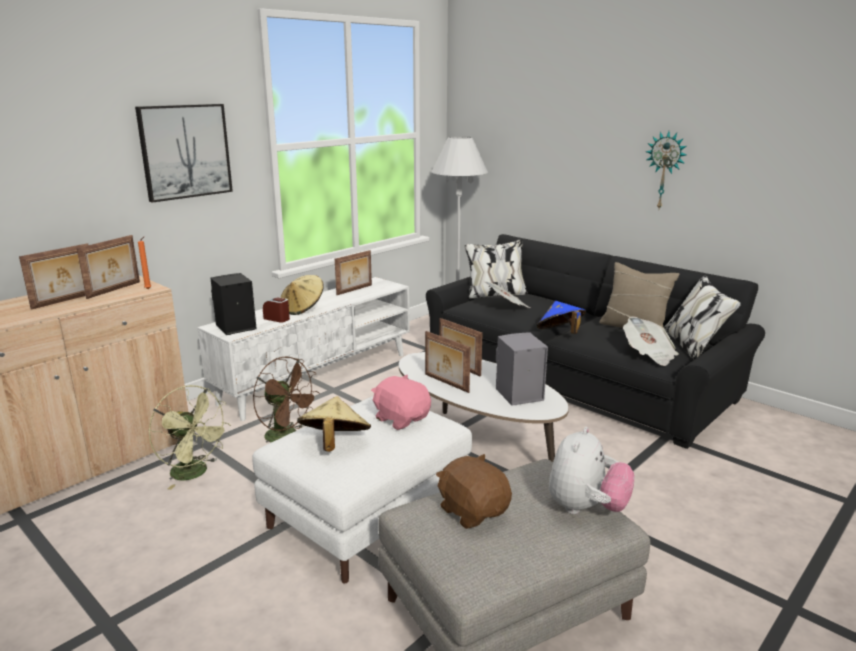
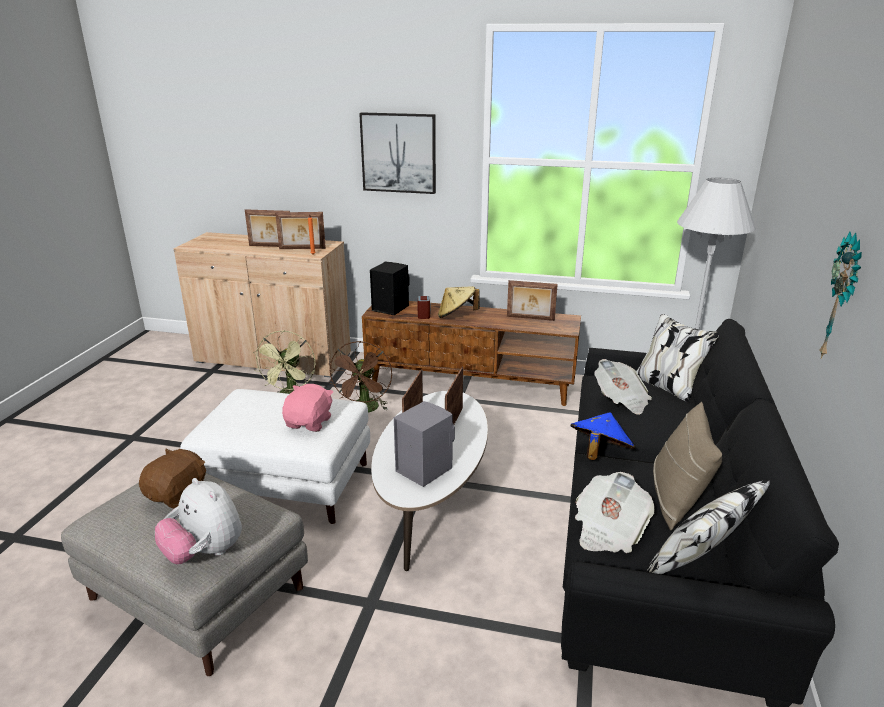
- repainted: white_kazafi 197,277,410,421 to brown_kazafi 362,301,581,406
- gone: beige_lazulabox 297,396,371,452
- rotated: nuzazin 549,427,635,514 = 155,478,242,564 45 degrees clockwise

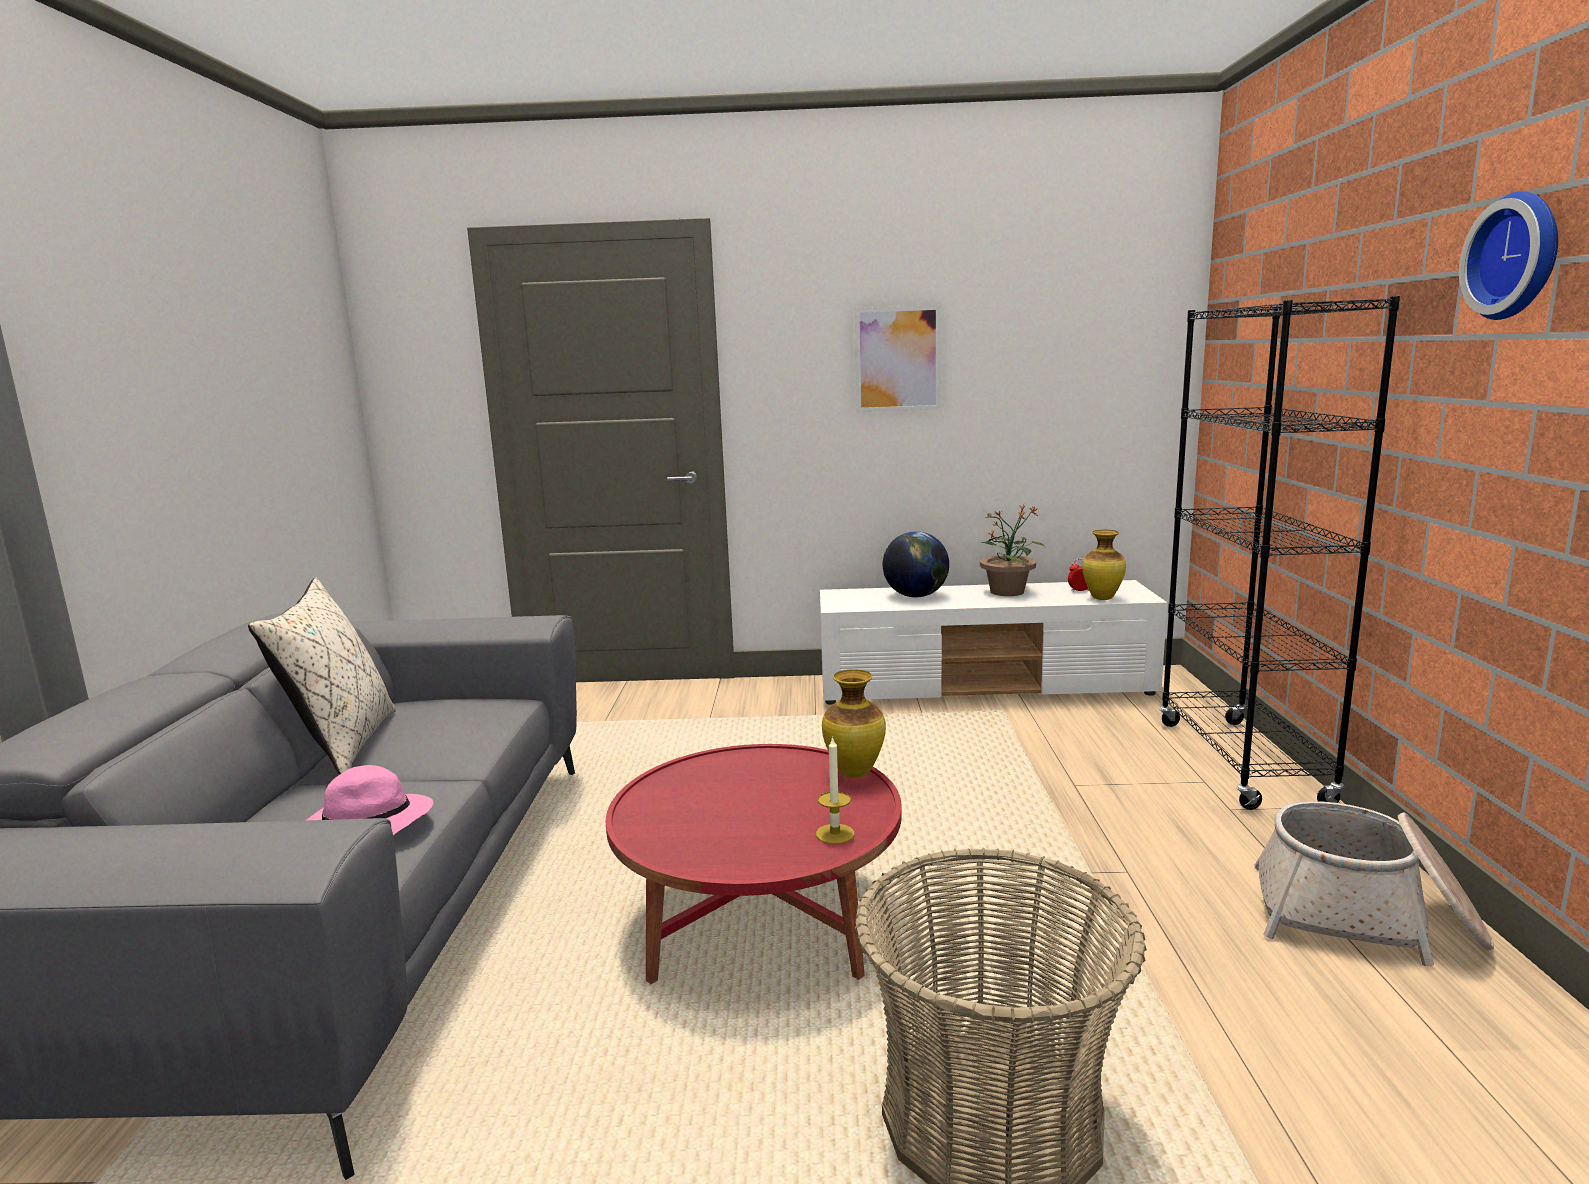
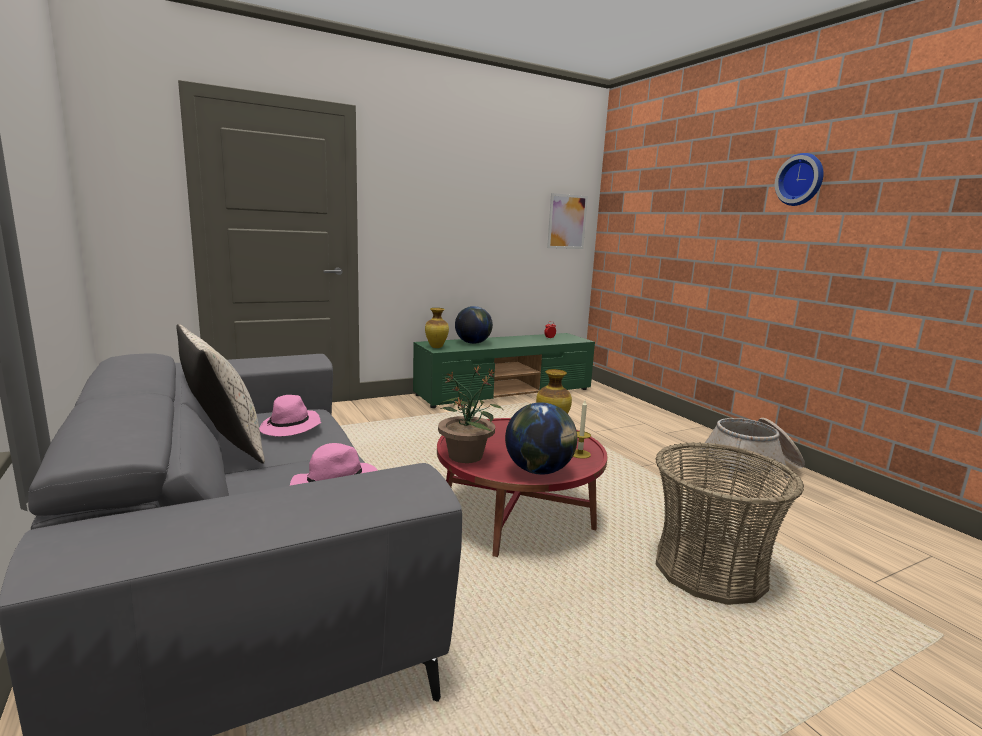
- gone: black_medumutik 1159,296,1400,810
- shifted: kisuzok 855,305,941,412 to 547,193,588,249
- shifted: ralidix 980,504,1046,596 to 438,367,504,463
- shifted: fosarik 1082,530,1126,600 to 425,308,449,348
- repainted: white_kazafi 820,580,1167,705 to green_kazafi 413,333,595,408
- new: pink_lazulabox 259,395,322,436
- new: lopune 505,402,577,475

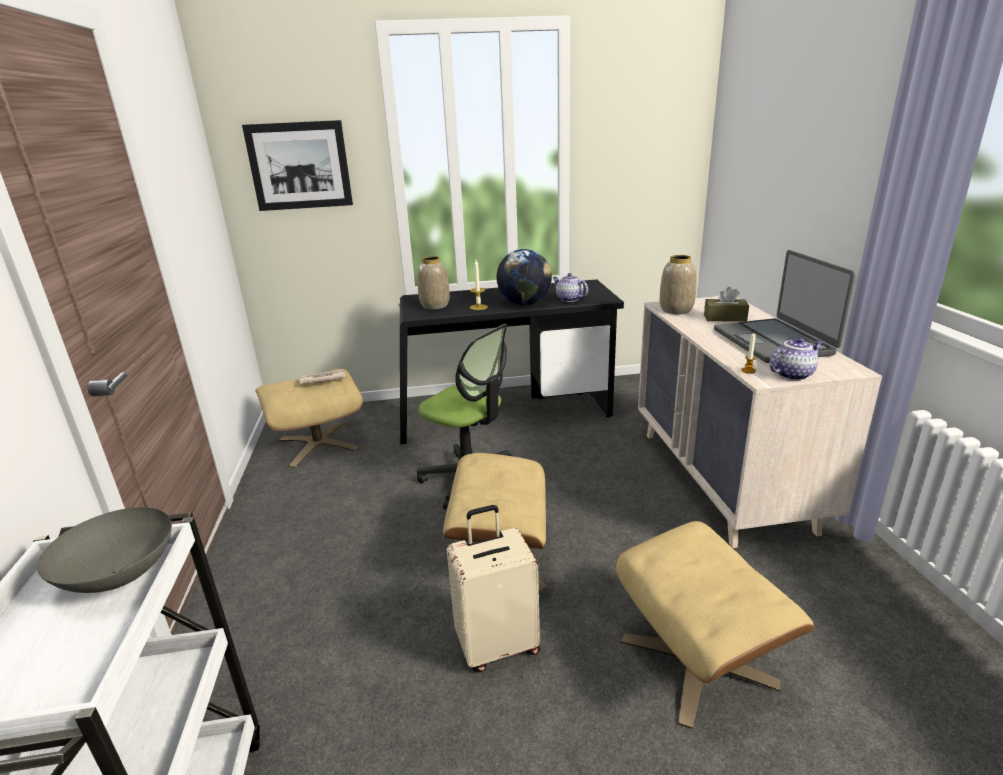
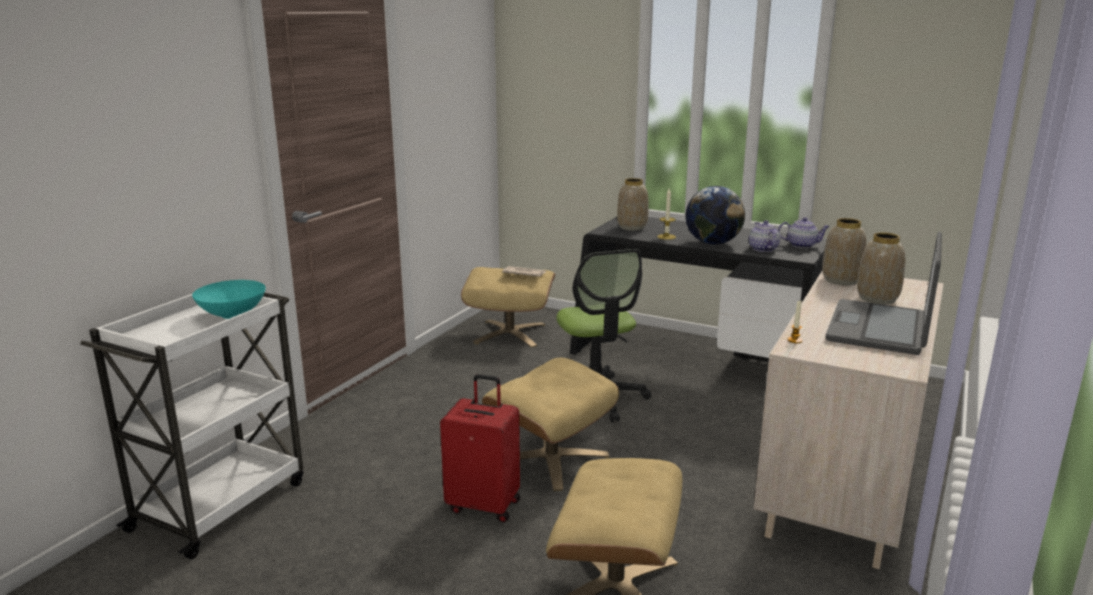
- gone: kisuzok 242,120,353,211
- swapped: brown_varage 704,287,749,322 to fosarik 857,232,905,304
- shifted: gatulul 769,337,823,380 to 778,217,830,248
- repainted: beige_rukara 447,505,540,672 to red_rukara 440,374,520,523
- repainted: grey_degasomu 37,507,172,593 to turquoise_degasomu 192,280,266,319

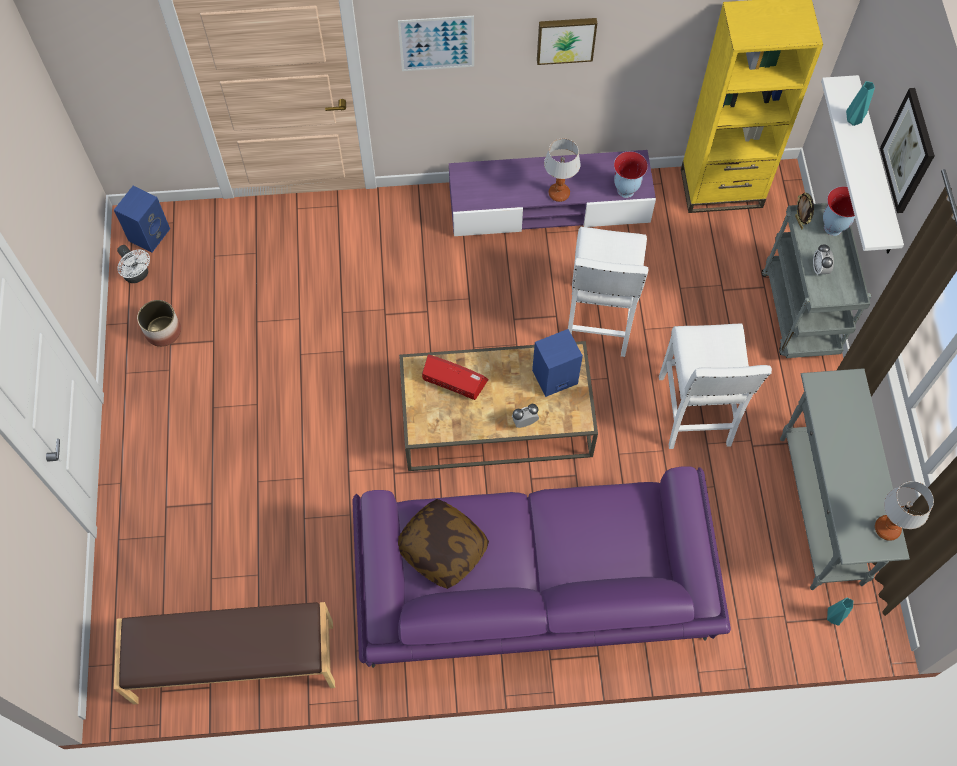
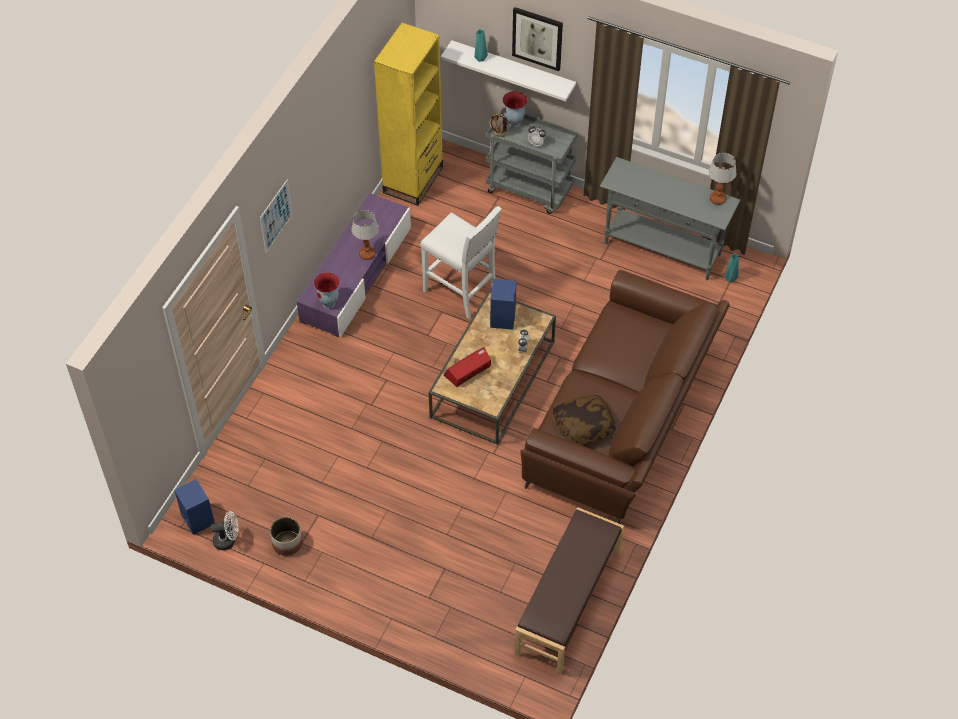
- gone: kisuzok 537,18,597,65
- shifted: fosarik 614,151,648,198 to 313,272,340,309
- gone: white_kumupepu 659,323,772,449
- repainted: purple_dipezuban 352,466,731,668 to brown_dipezuban 520,270,730,524

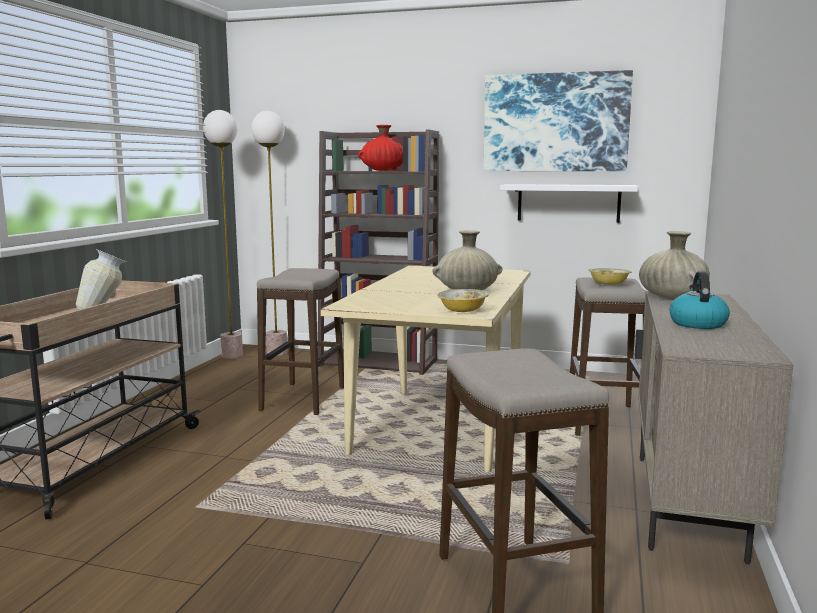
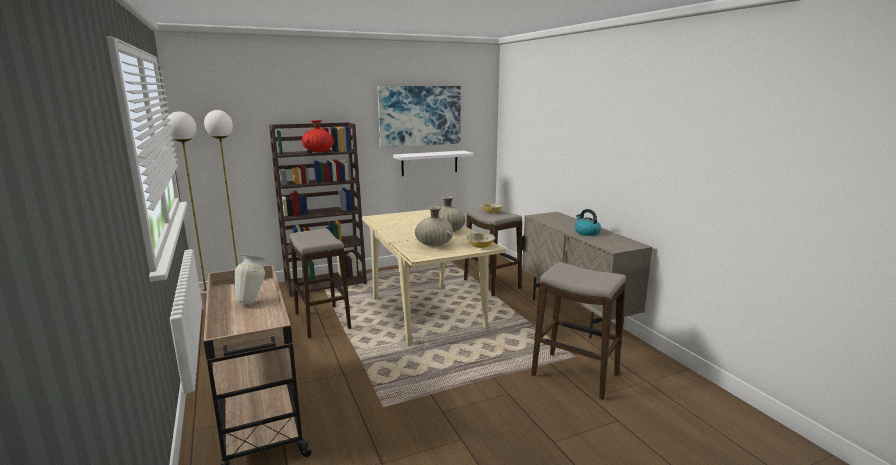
- shifted: beige_fosarik 639,231,710,300 to 415,206,453,247

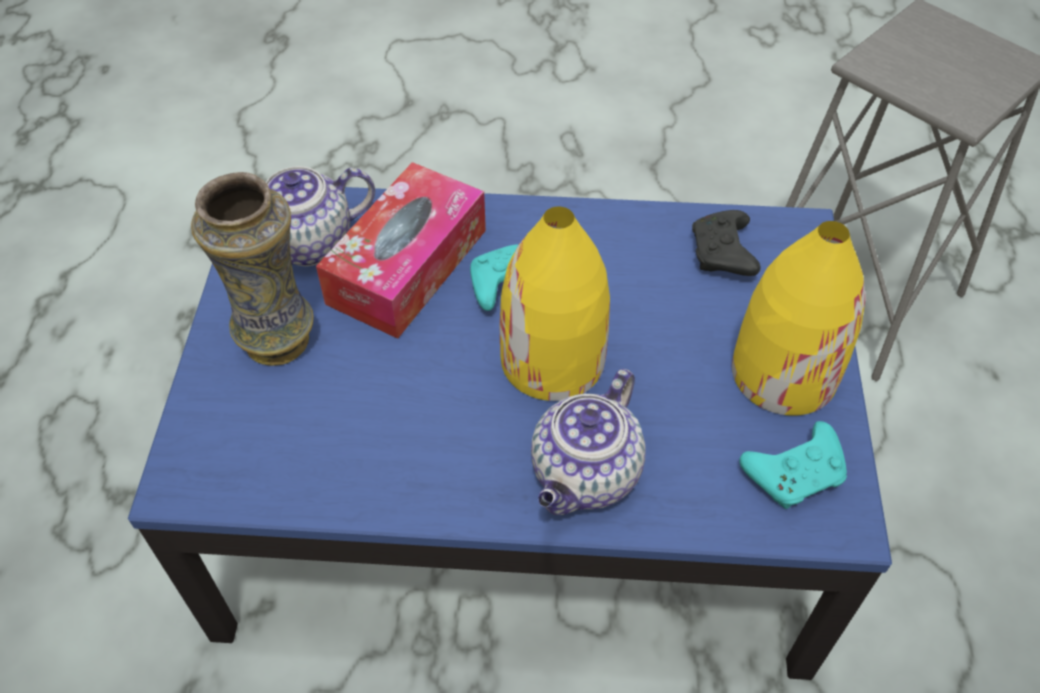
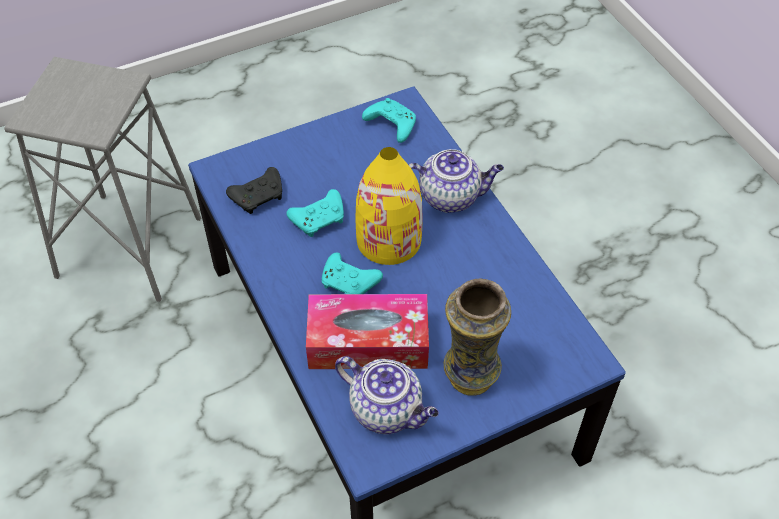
- gone: yellow_fosarik 732,221,866,416
- new: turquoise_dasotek 286,189,344,237

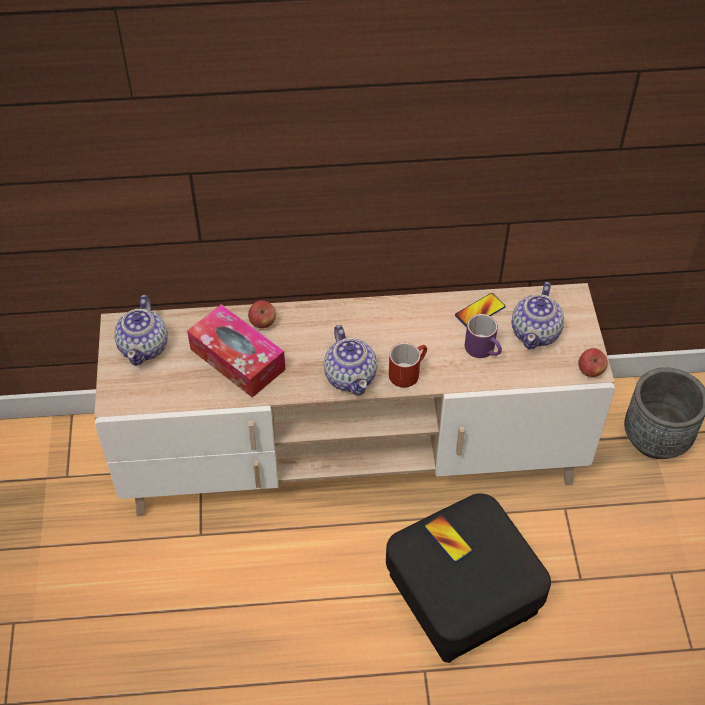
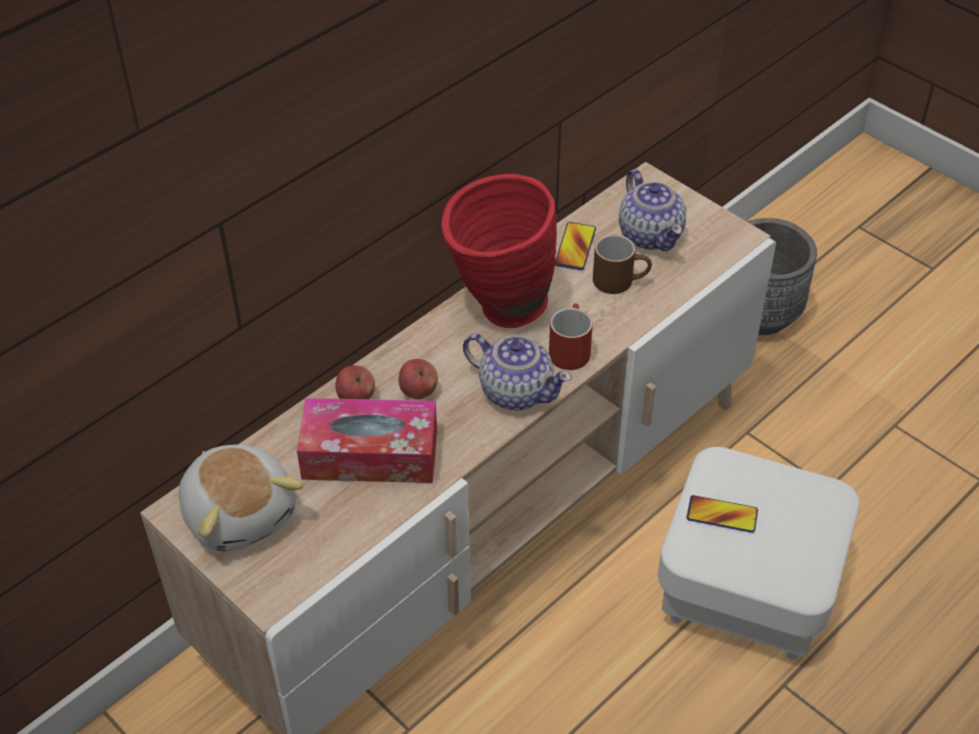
- swapped: gatulul 114,295,168,366 to nuzazin 179,445,304,552
- repainted: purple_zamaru 465,314,502,358 to brown_zamaru 593,235,652,294
- shifted: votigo 578,348,608,377 to 399,359,438,399
- repainted: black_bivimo 386,493,551,663 to white_bivimo 658,447,860,660
- new: red_fosarik 442,174,557,328

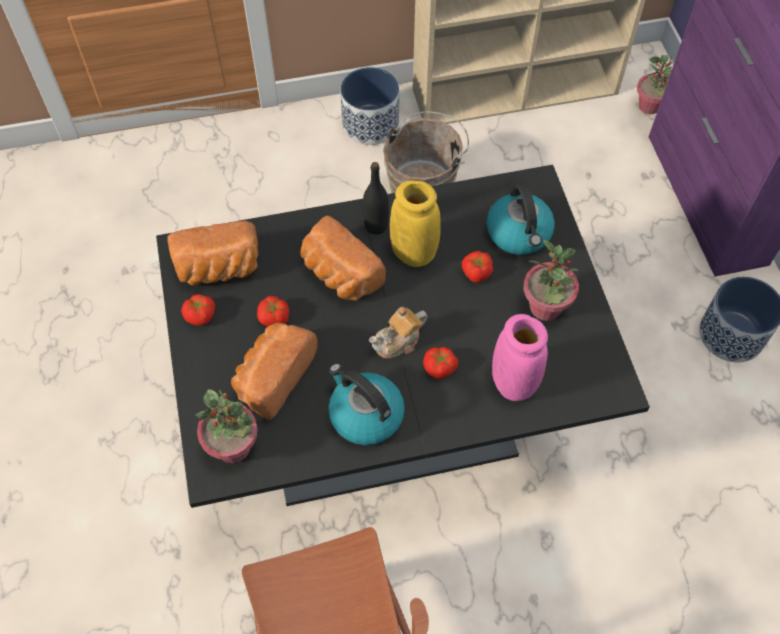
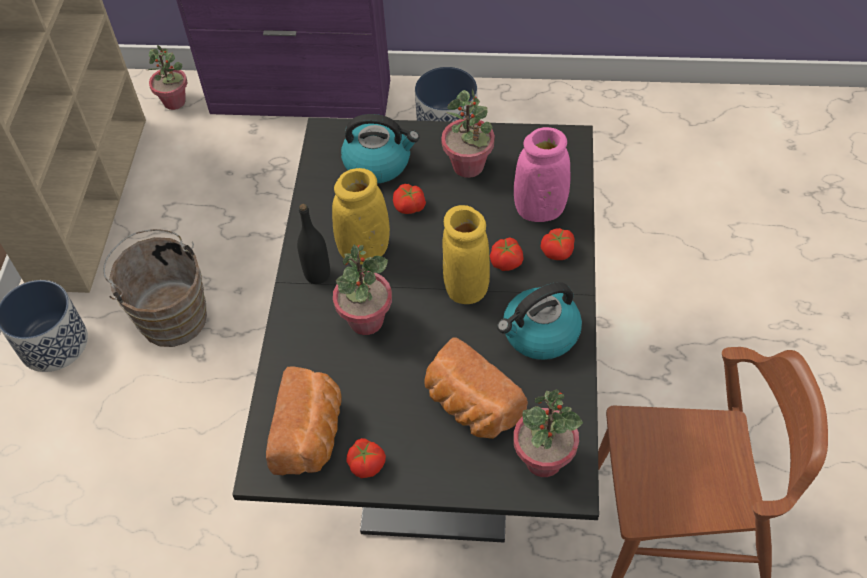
- swapped: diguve 300,216,386,301 to ralidix 333,245,392,335
- shifted: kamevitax 257,296,289,326 to 540,228,575,260
- swapped: gatulul 369,307,427,358 to yellow_fosarik 442,205,490,304

